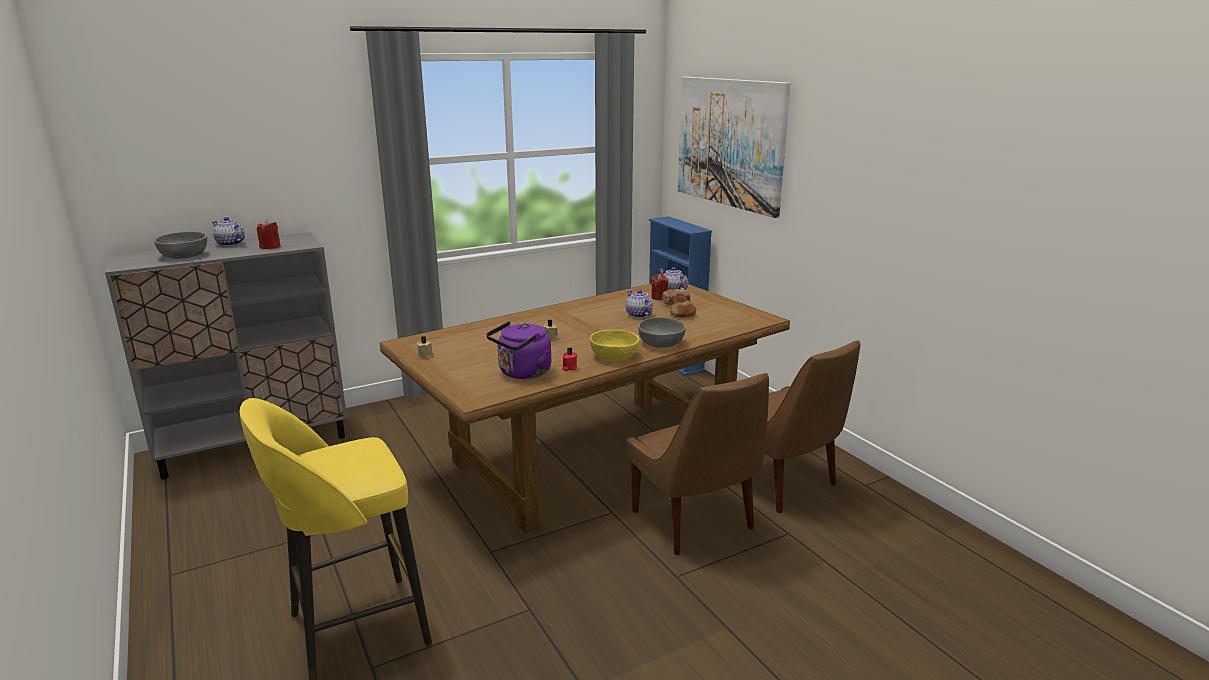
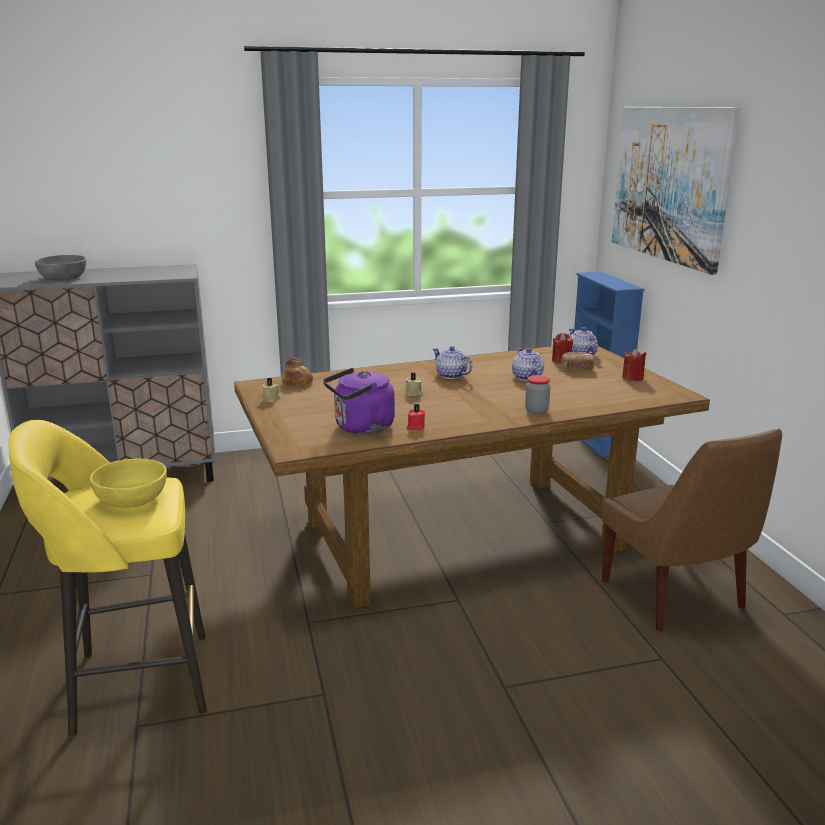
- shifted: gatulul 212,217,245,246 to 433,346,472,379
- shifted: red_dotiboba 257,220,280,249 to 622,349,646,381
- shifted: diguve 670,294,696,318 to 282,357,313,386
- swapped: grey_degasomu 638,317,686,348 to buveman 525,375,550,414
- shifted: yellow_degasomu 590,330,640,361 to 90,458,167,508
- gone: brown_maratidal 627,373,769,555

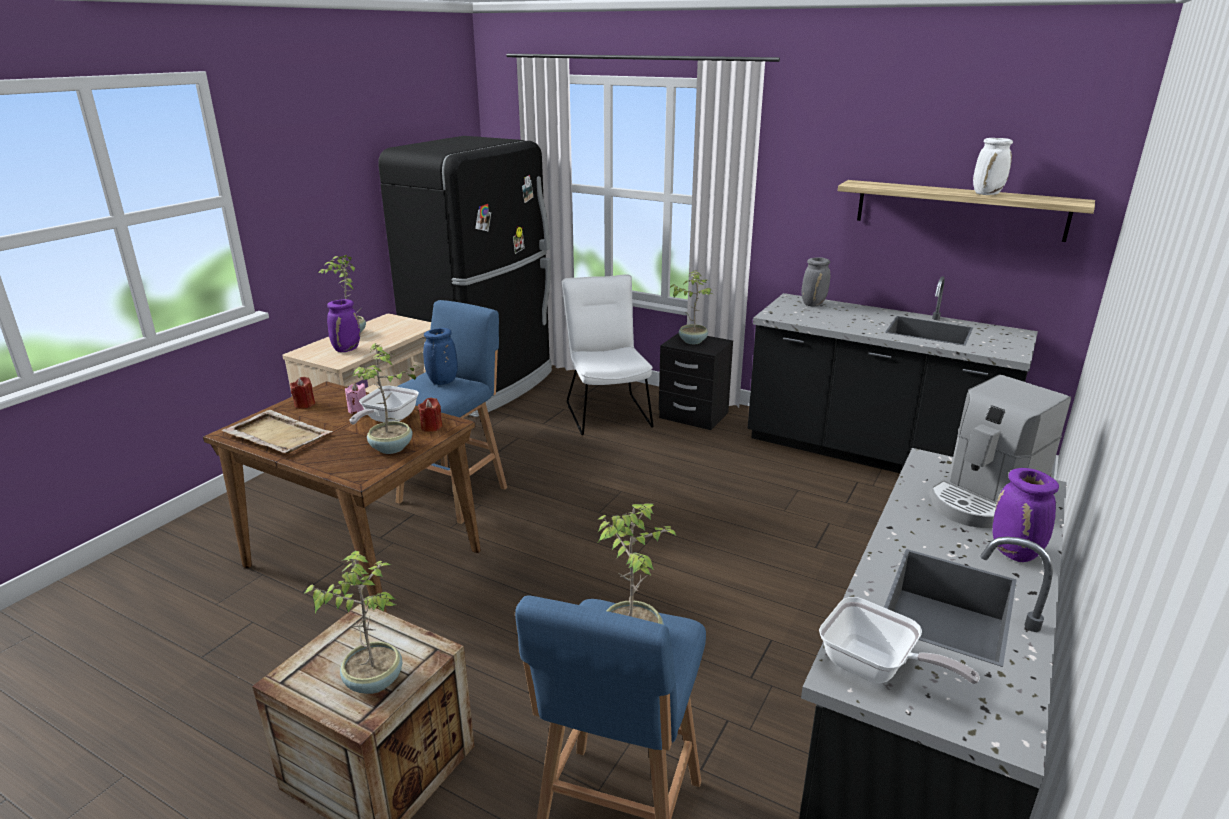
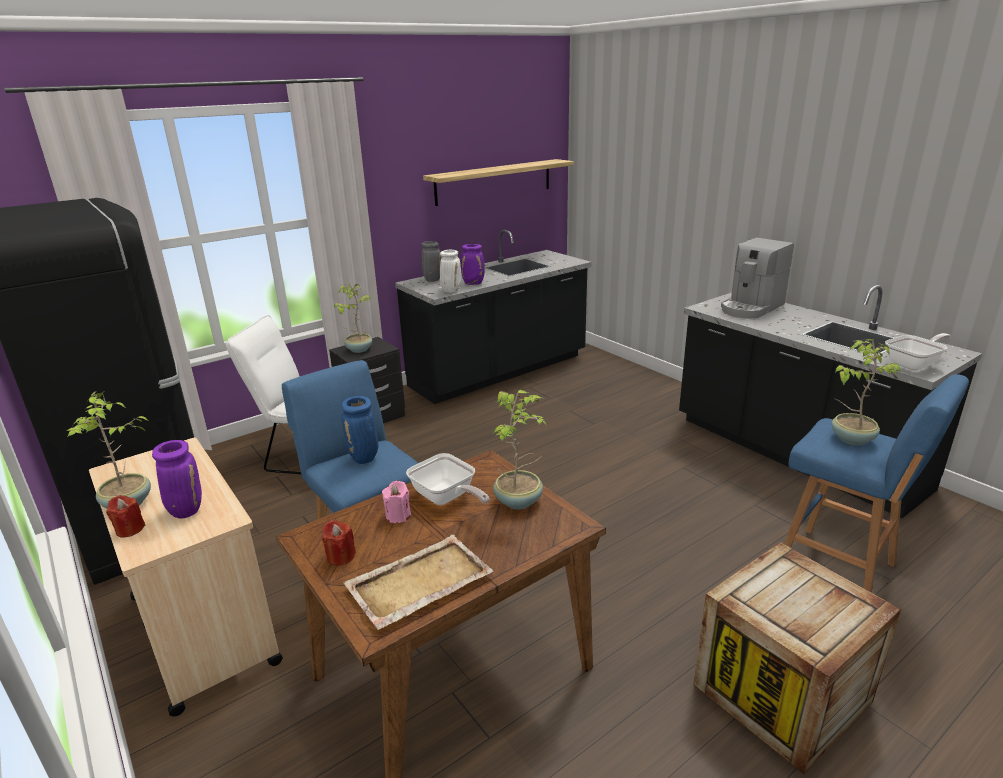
- shifted: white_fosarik 973,138,1013,195 to 440,250,461,293
- rotated: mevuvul 929,375,1071,528 = 721,238,794,318 60 degrees clockwise
- shifted: red_dotiboba 418,398,442,432 to 106,495,145,538
- shifted: purple_fosarik 992,468,1059,562 to 461,244,485,285
- gone: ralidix 305,551,403,694

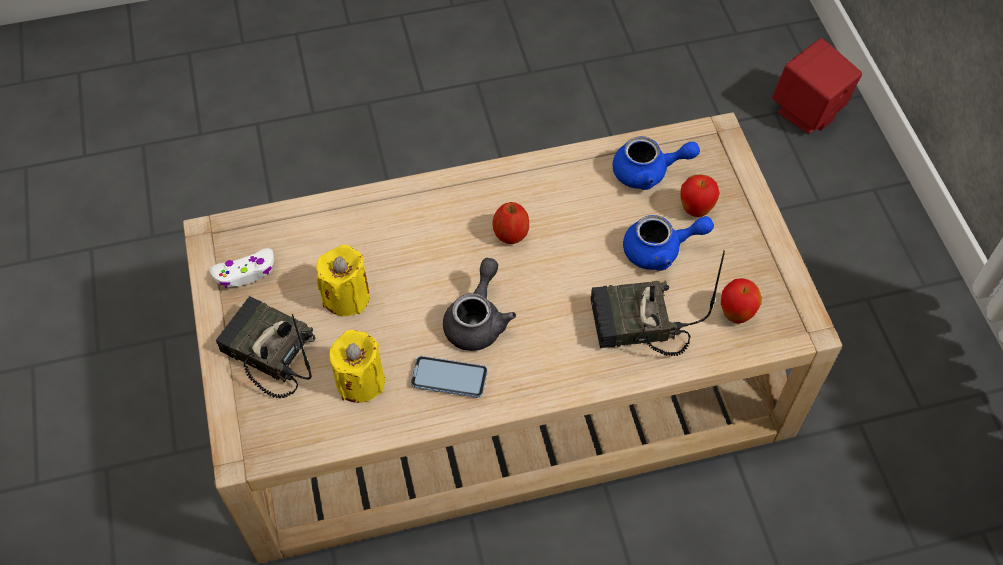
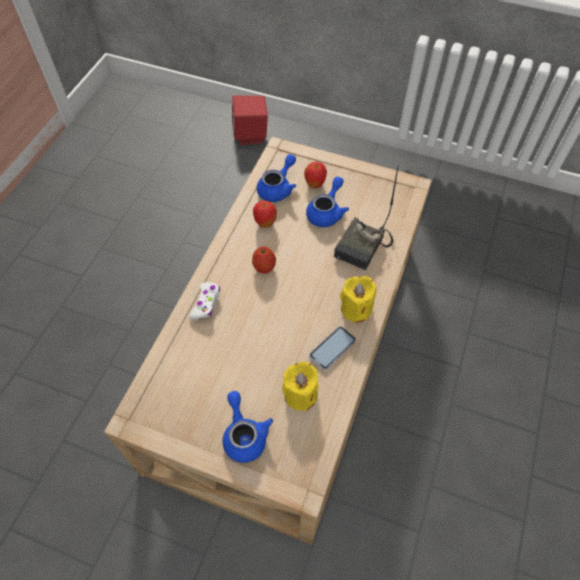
- shifted: yellow_dotiboba 316,245,370,316 to 340,276,376,324
- shifted: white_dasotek 209,248,274,288 to 189,282,220,320
- gone: grey_gatulul 443,258,516,351
- shifted: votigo 721,278,762,324 to 253,200,277,228
- swapped: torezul 216,296,316,398 to blue_gatulul 223,391,273,463

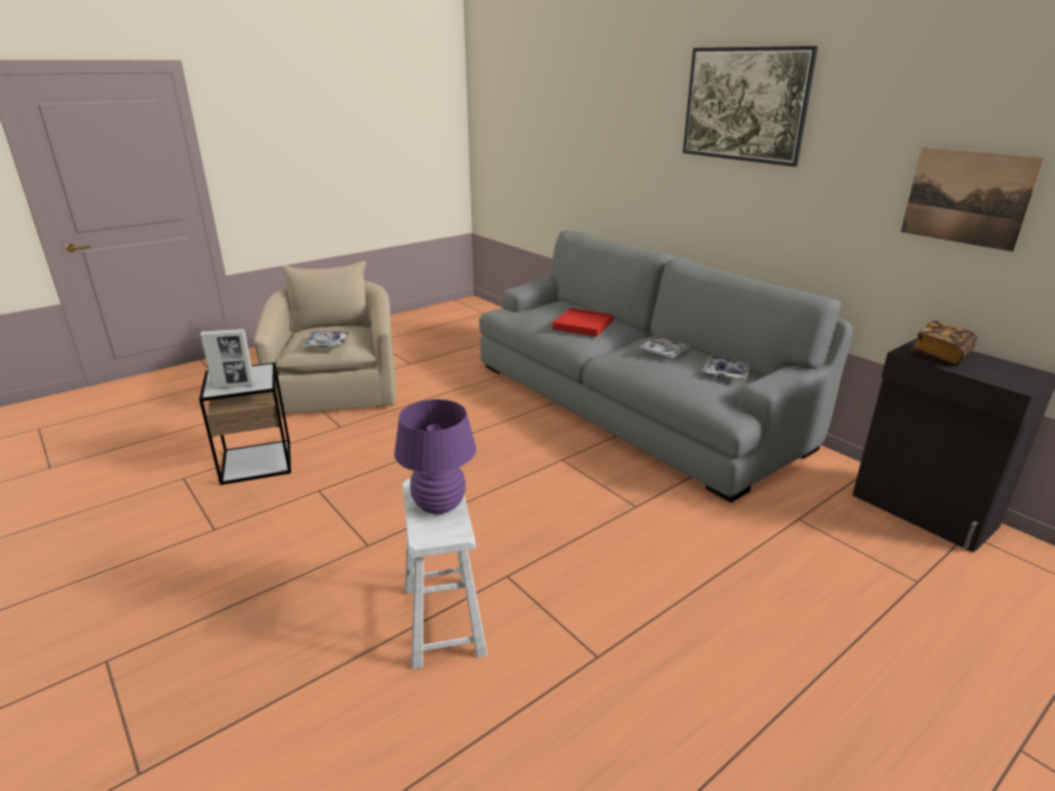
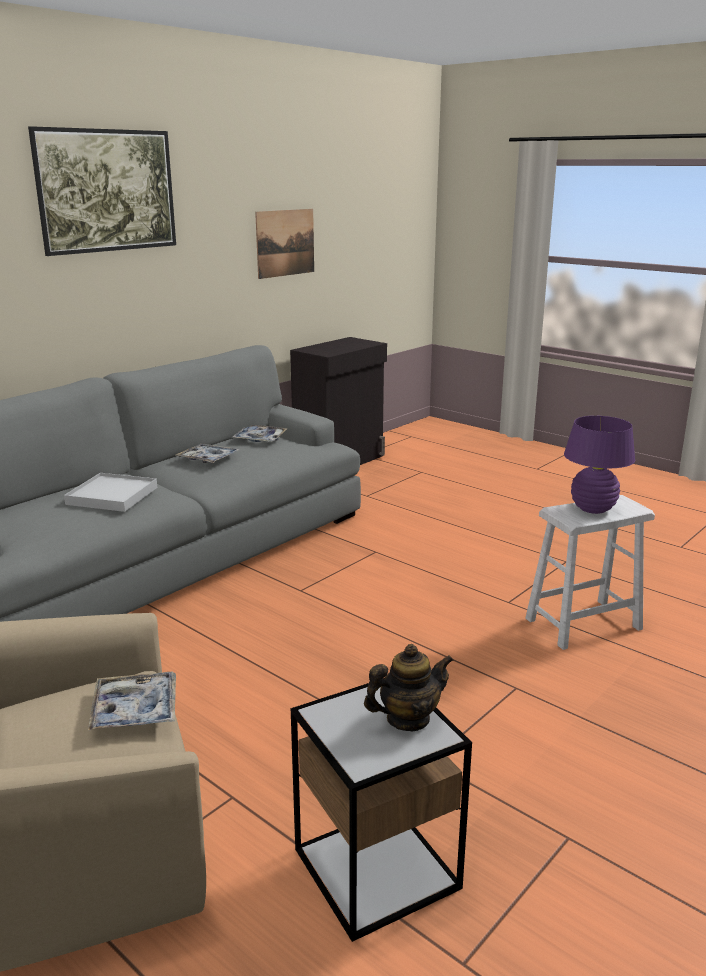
- repainted: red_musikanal 552,308,613,337 to white_musikanal 64,473,157,512
- gone: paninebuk 911,321,977,366
- swapped: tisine 200,329,255,389 to gatulul 364,644,454,731

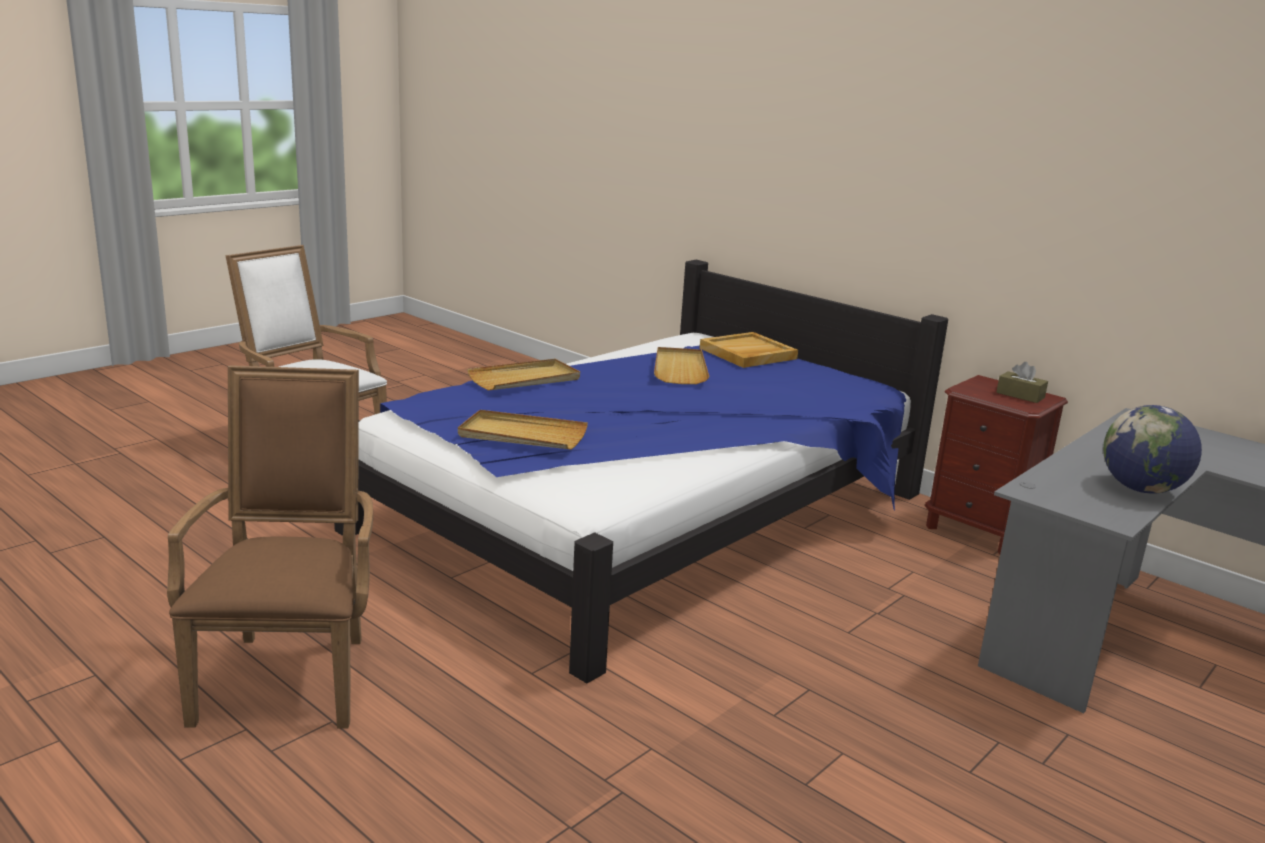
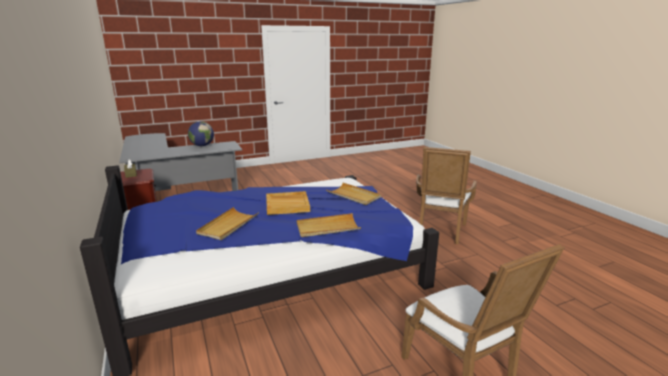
- shifted: beige_musikanal 700,332,798,368 to 266,191,310,215
- repainted: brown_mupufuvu 167,365,373,729 to white_mupufuvu 416,147,477,244

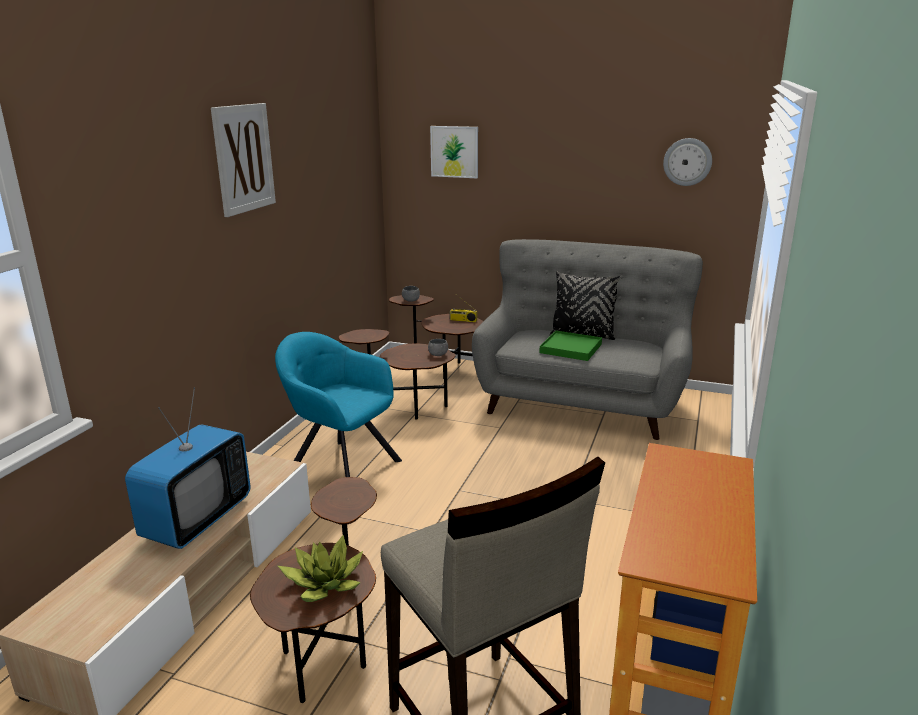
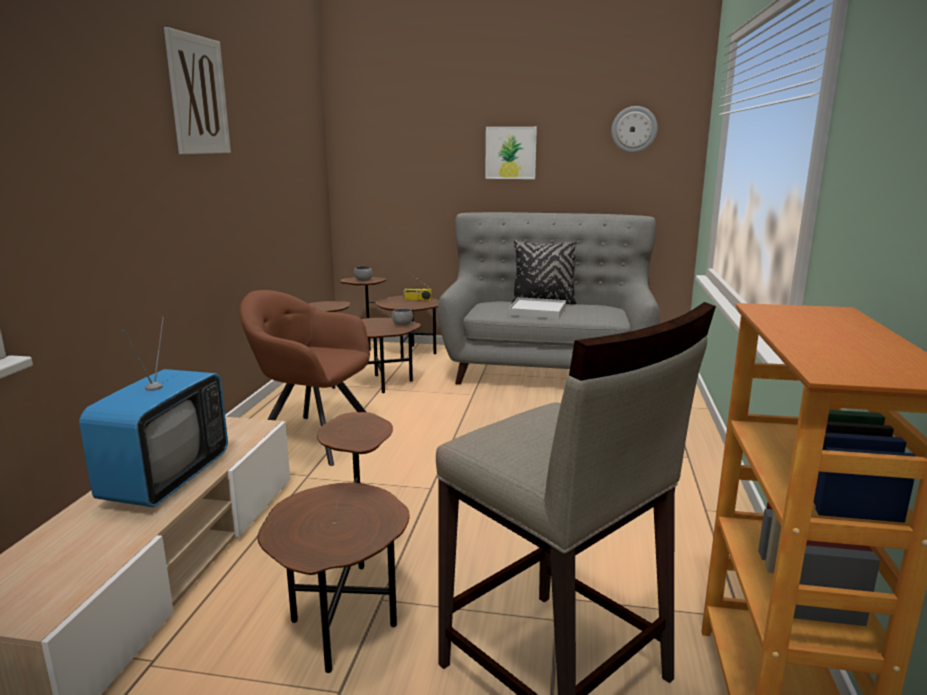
- shifted: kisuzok 430,126,478,178 to 485,127,537,179
- repainted: green_musikanal 539,331,602,361 to white_musikanal 508,297,566,319
- repainted: turquoise_mupufuvu 275,332,402,477 to brown_mupufuvu 239,290,370,466
- gone: ralidix 278,535,363,602

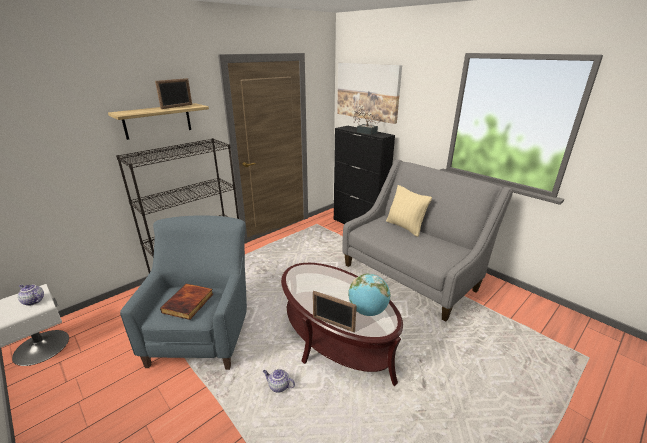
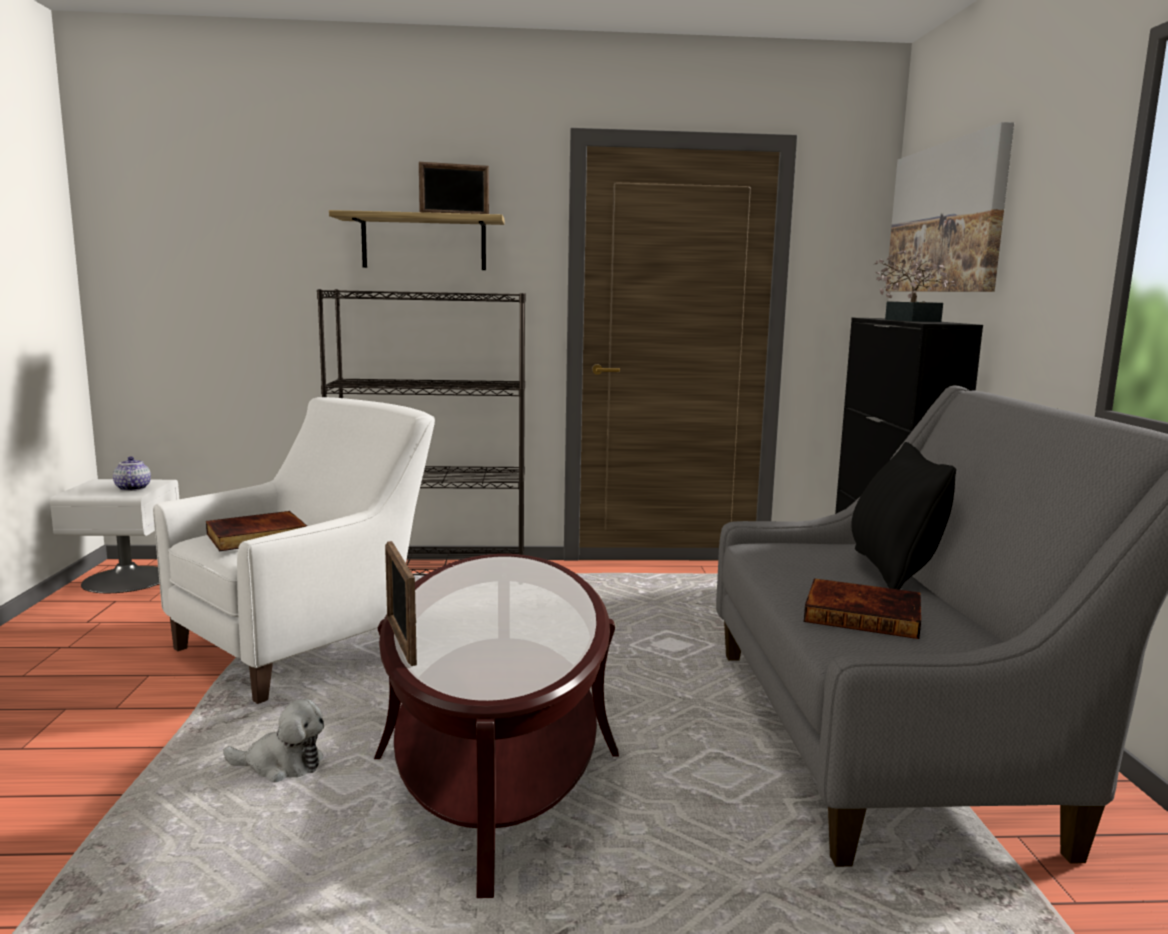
- repainted: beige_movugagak 386,185,432,237 to black_movugagak 851,442,956,590
- repainted: blue_mupufuvu 120,216,247,370 to white_mupufuvu 153,397,435,704
- gone: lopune 348,274,390,316
- swapped: gatulul 263,369,295,393 to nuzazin 223,699,324,782
- new: paninebuk 804,578,921,639

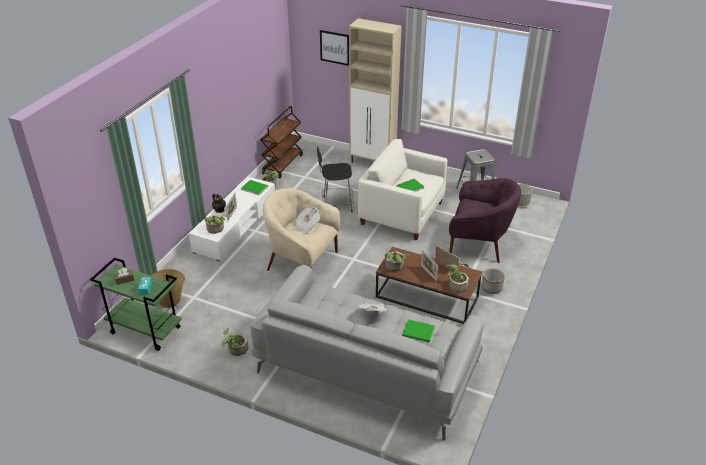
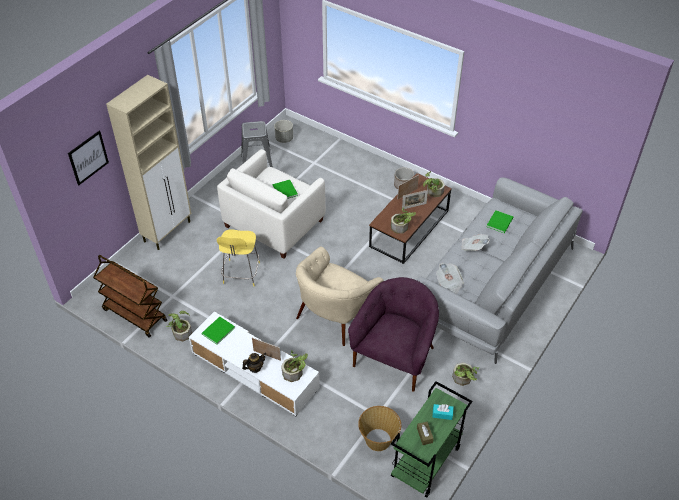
- repainted: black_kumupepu 317,147,354,212 to yellow_kumupepu 217,229,260,286
- shifted: purple_mupufuvu 449,178,521,263 to 348,277,439,392
- shifted: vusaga 294,207,320,233 to 436,263,464,294

